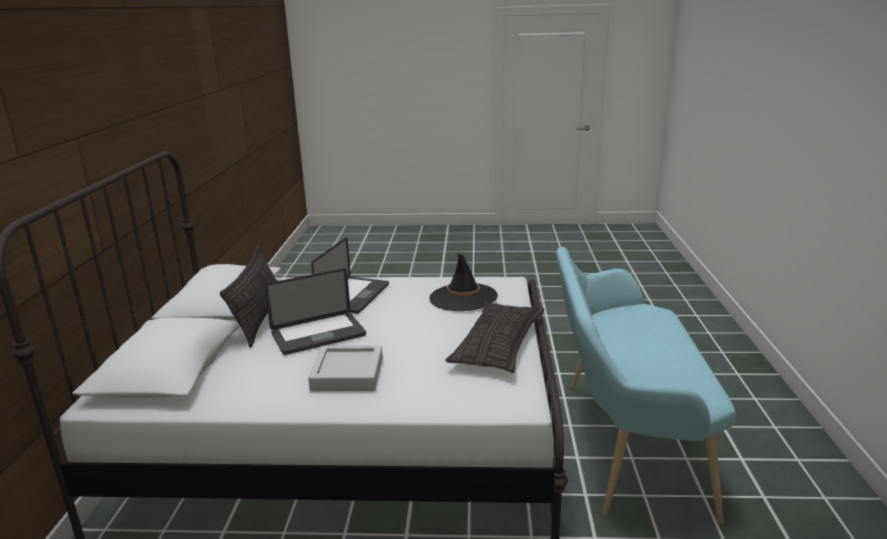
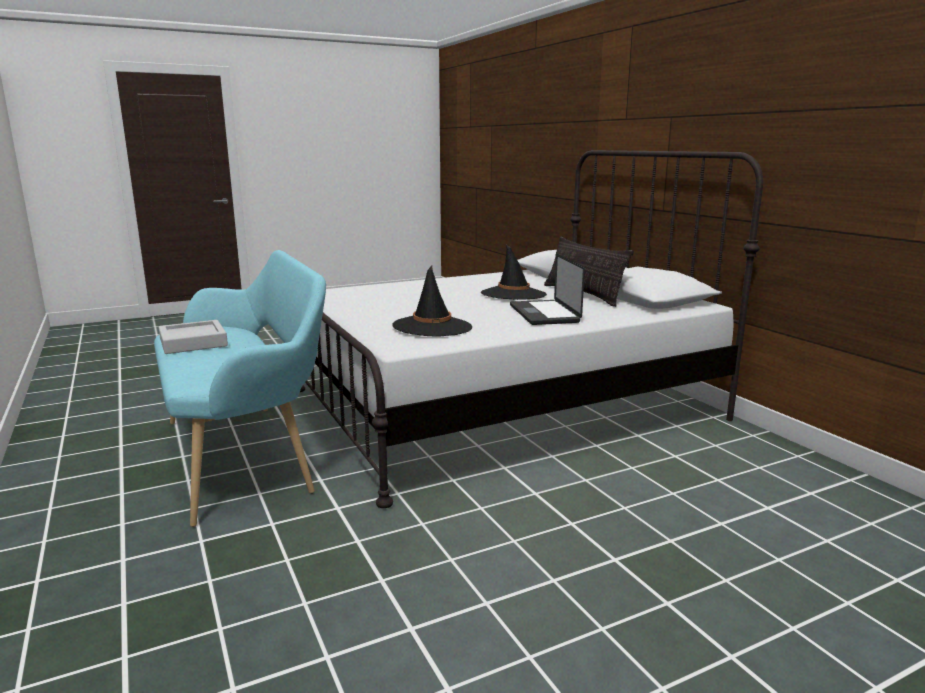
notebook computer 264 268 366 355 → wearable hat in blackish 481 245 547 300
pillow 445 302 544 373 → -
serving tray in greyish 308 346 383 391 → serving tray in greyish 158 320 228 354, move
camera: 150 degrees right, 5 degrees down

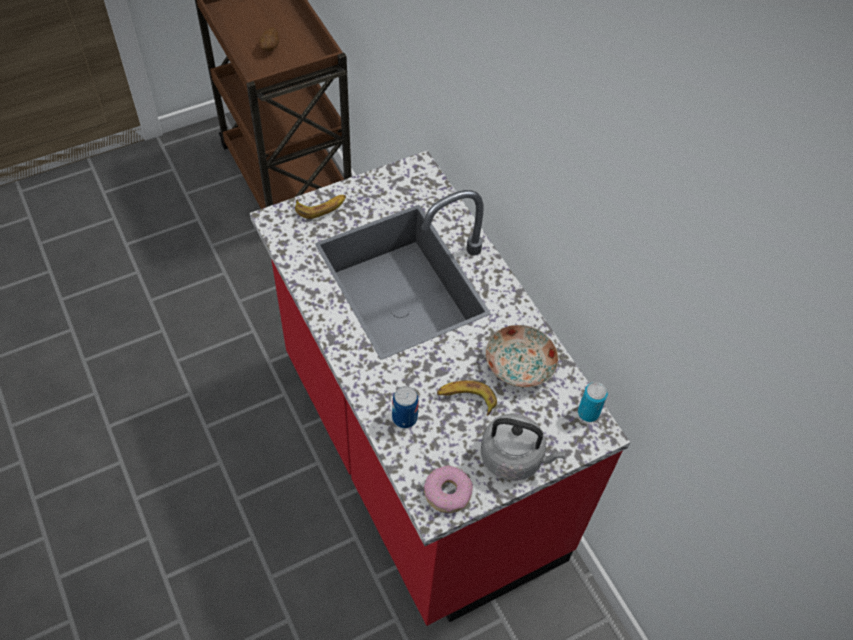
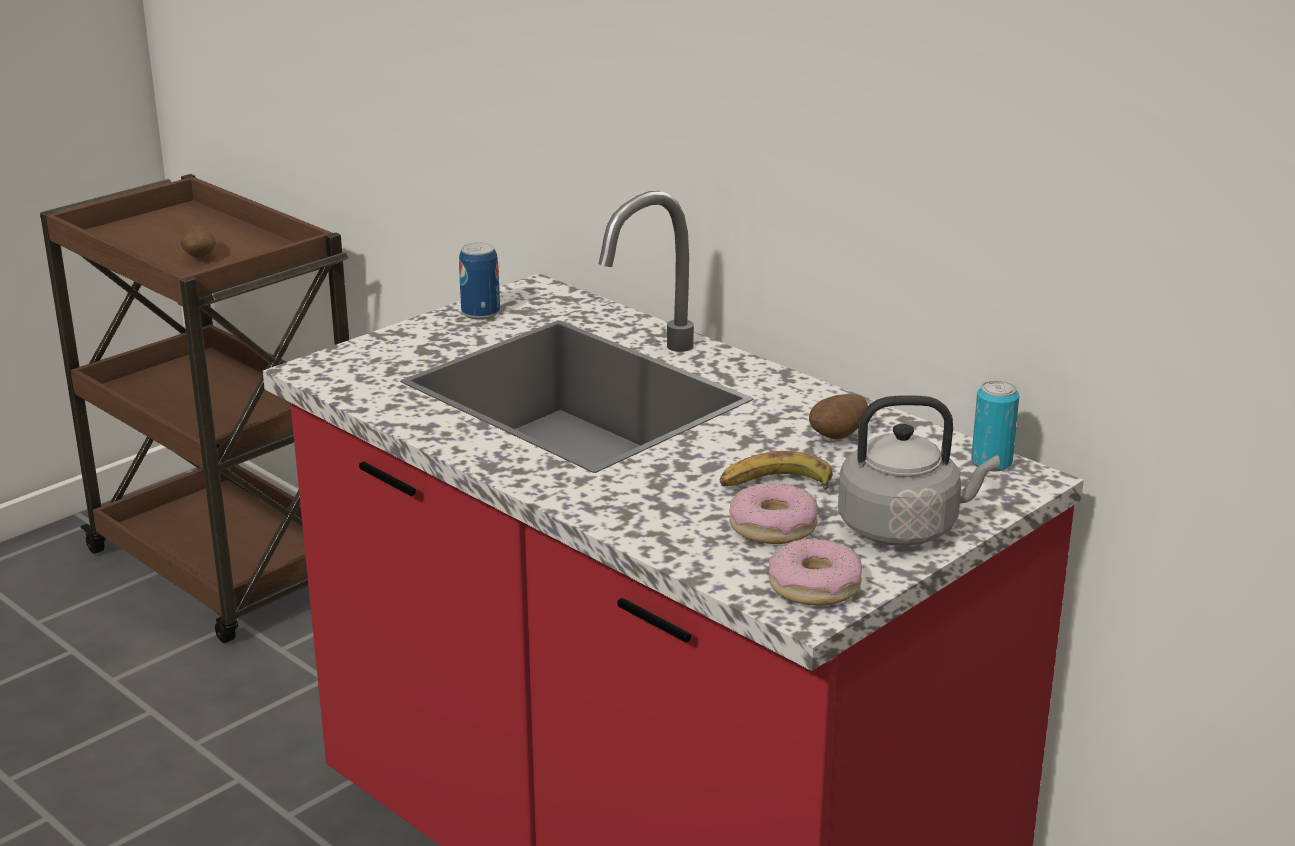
banana fruit 295 195 346 219 → -
flat dish 486 325 558 388 → whole potato 809 394 868 439
can 392 386 419 429 → can 459 242 500 320, move
- → ring doughnut 729 483 818 544
camera: 15 degrees left, 30 degrees down

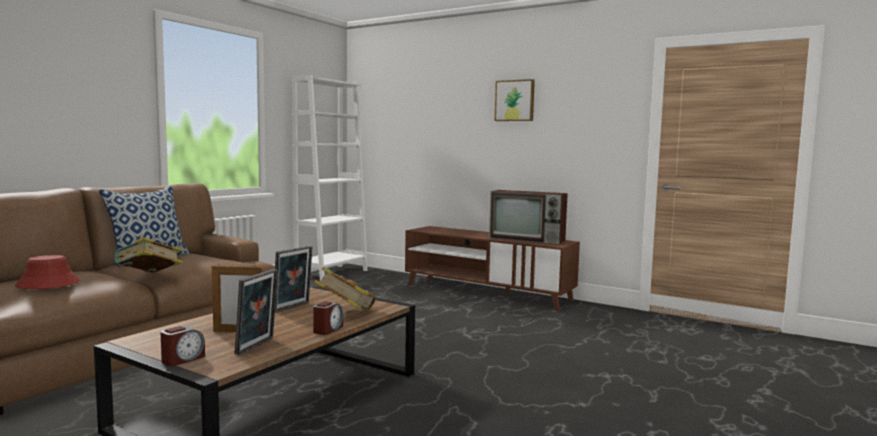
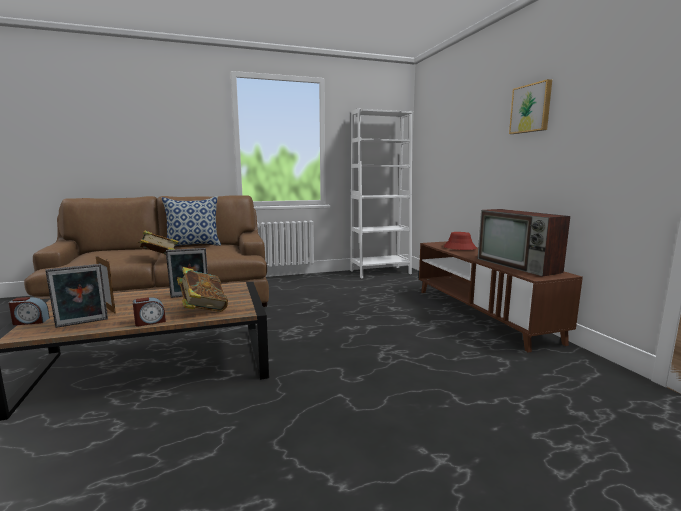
wearable hat in red 15 255 80 289 → wearable hat in red 444 232 477 250, move
camera: 40 degrees right, 5 degrees up

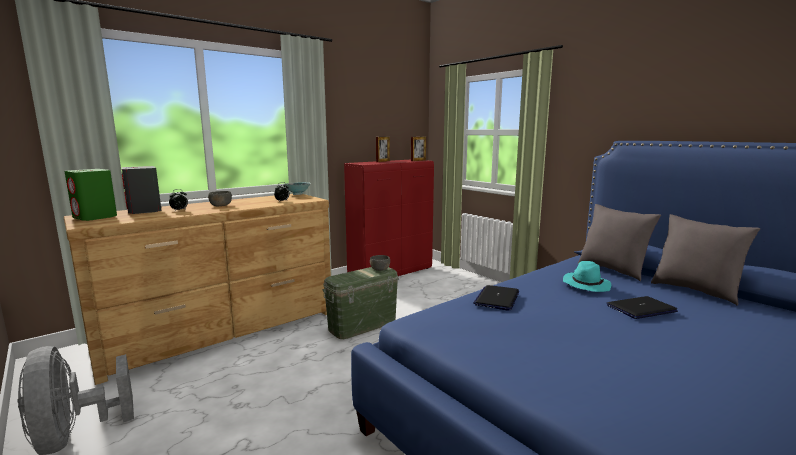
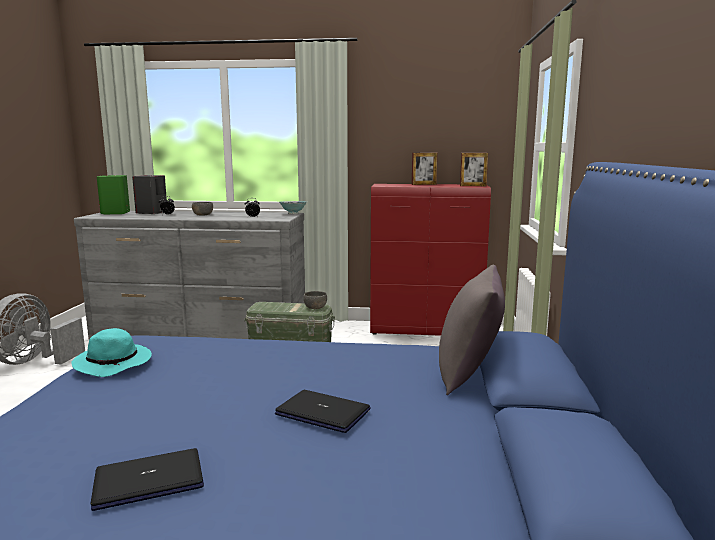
chest of drawers in brown 64 194 331 385 → chest of drawers in greyish 74 211 305 340
pillow in greyish 651 214 760 306 → -
wearable hat in turquoise 563 261 611 292 → wearable hat in turquoise 71 328 152 377, move
notebook computer 473 285 519 311 → notebook computer 91 448 204 511, move
camera: 45 degrees right, 0 degrees up

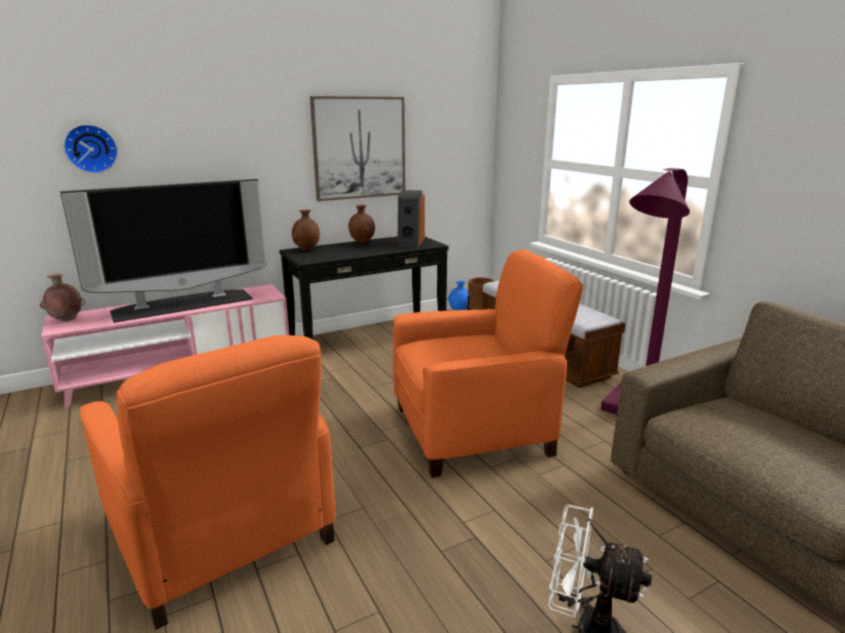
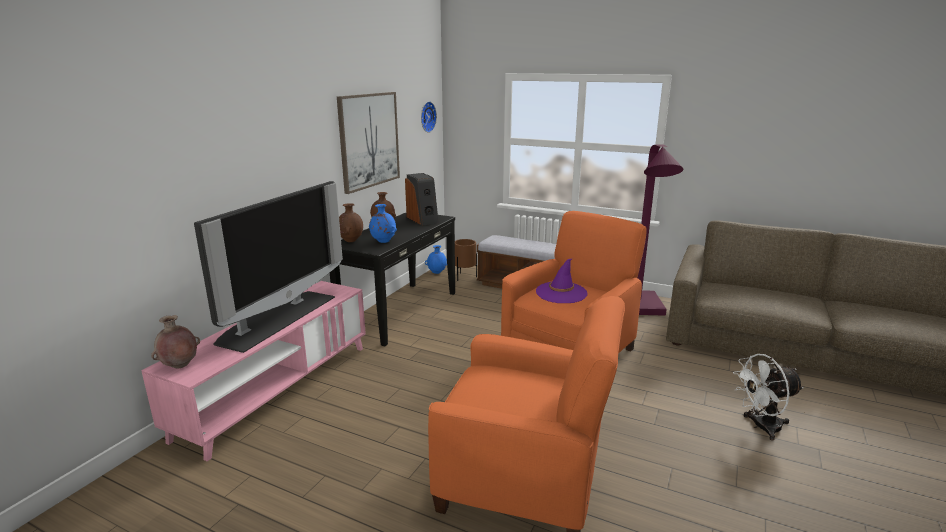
hanging clock 63 124 118 173 → hanging clock 421 101 437 133, move
- → decorative vase in blue-coloured 369 204 397 243
- → wearable hat in purple 536 259 588 303
camera: 35 degrees left, 0 degrees up

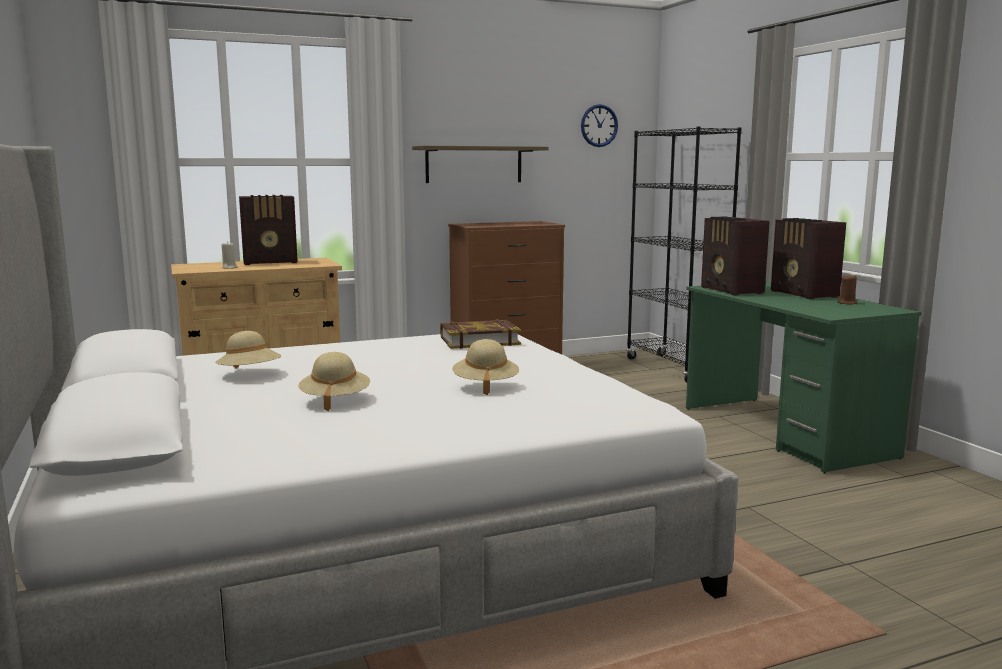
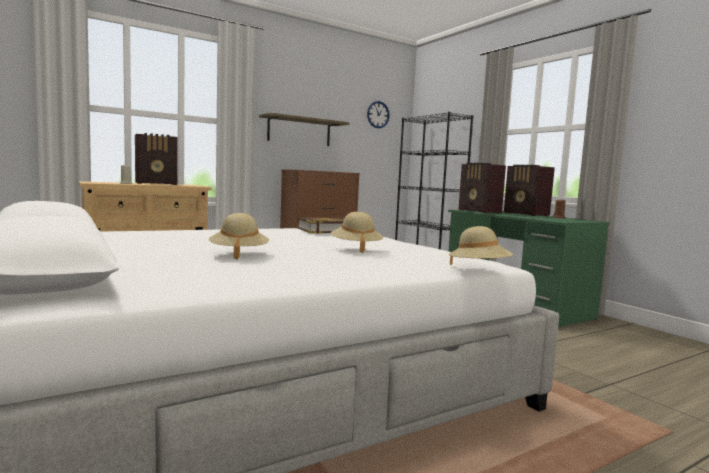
wearable hat in beige 215 331 282 369 → wearable hat in beige 449 226 514 266, move
camera: 10 degrees left, 5 degrees down

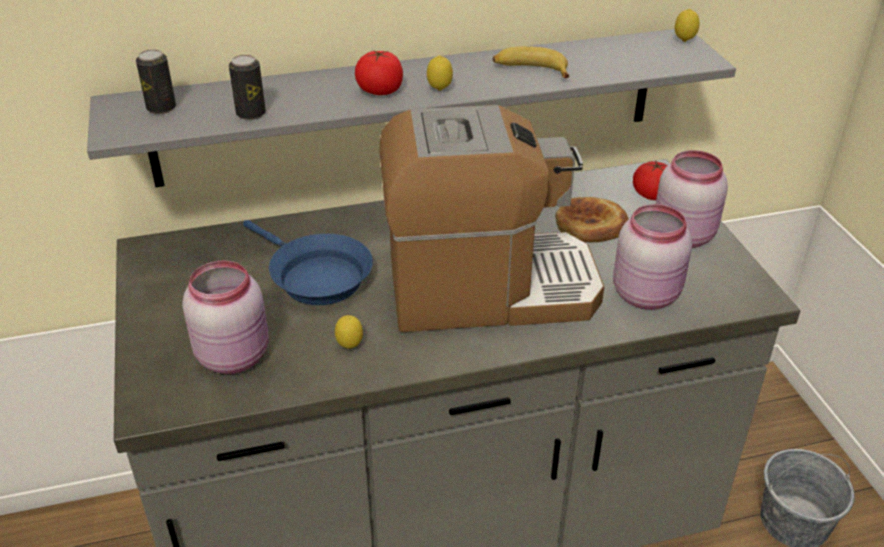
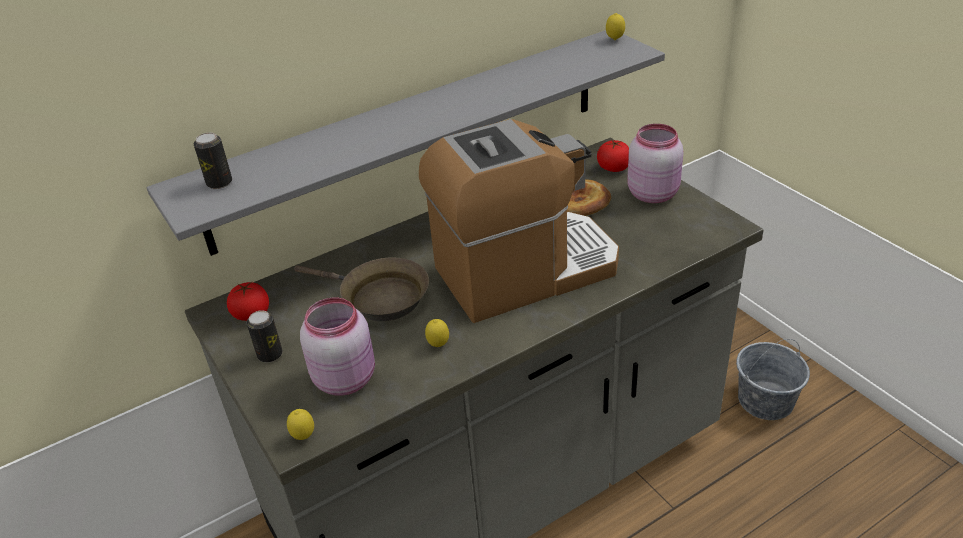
banana fruit 493 46 569 78 → -
fresh tomato 355 50 403 95 → fresh tomato 227 282 269 321, move
can 229 55 266 120 → can 247 310 283 363, move
whole lemon 427 55 453 91 → whole lemon 287 409 314 440, move
preserve jar in pink 613 204 692 310 → -
frying pan in blue-coloured 243 220 373 305 → frying pan in brown 294 258 429 321
camera: 15 degrees left, 0 degrees up

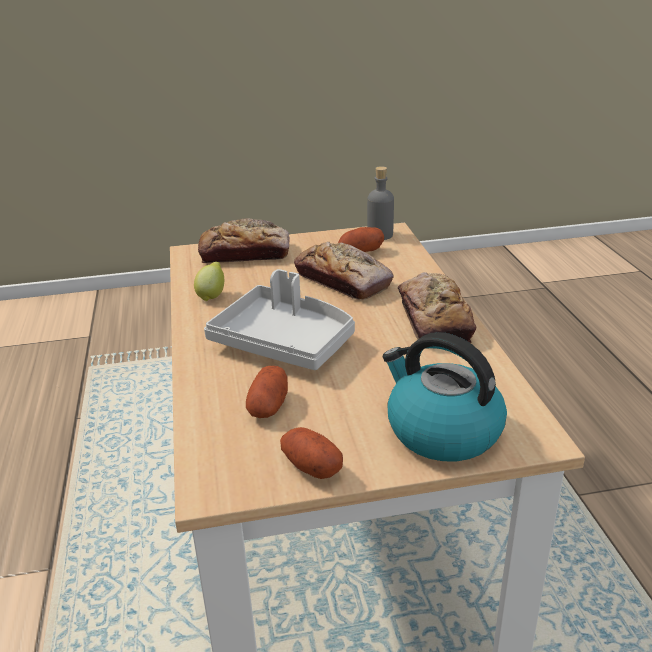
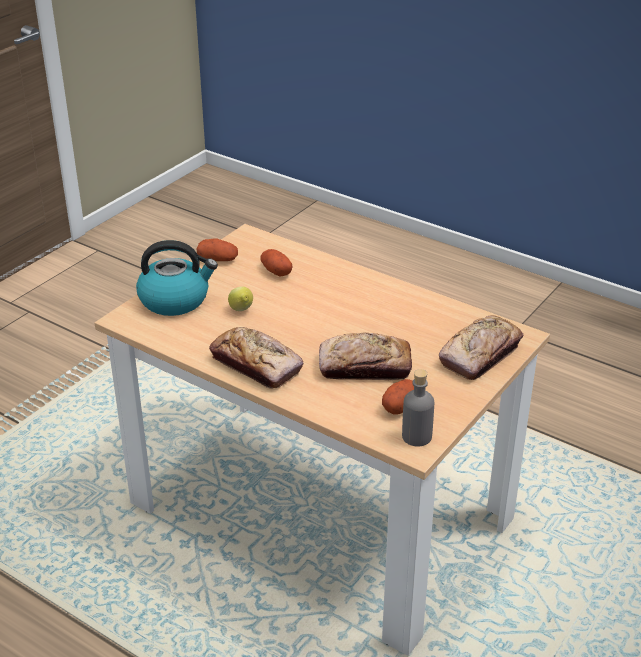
whole lemon 194 262 224 301 → whole lemon 228 286 253 311, move
serving tray in greyish 204 269 355 370 → -
camera: 135 degrees right, 5 degrees up

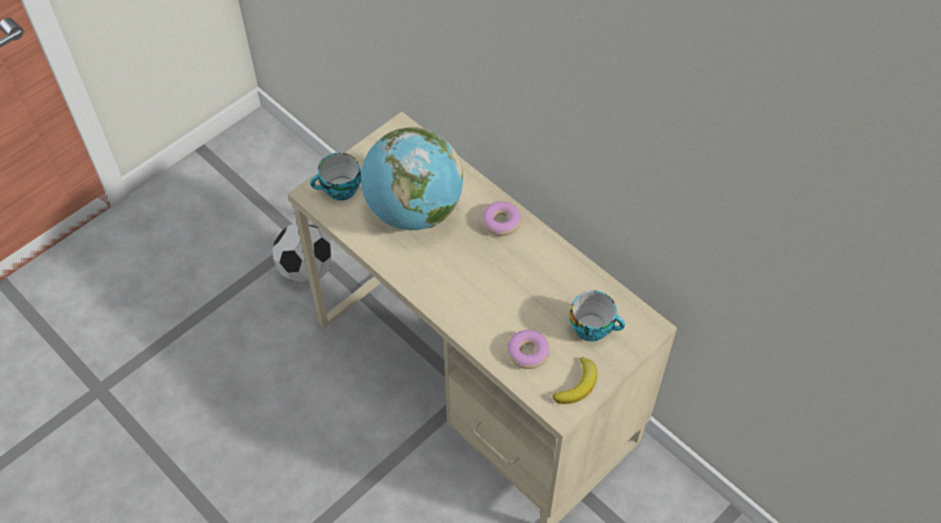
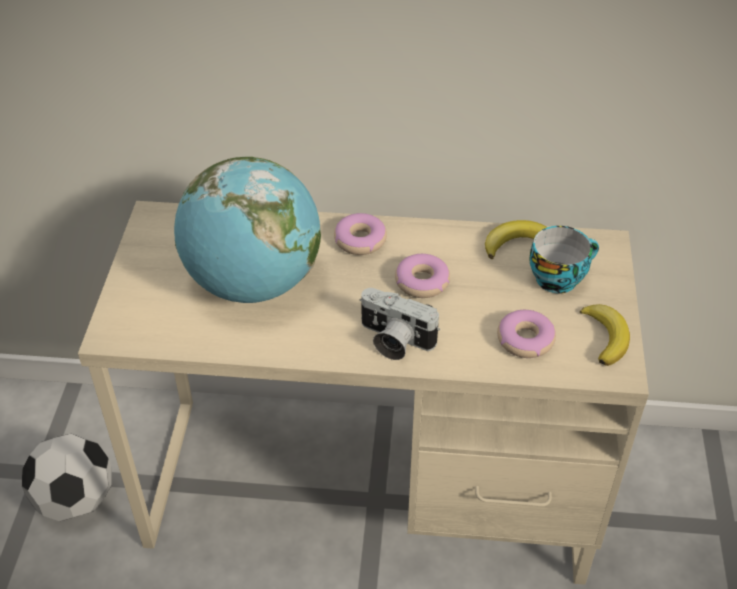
cup 310 153 361 201 → -
- → banana fruit 485 220 547 259
- → ring doughnut 395 254 450 298
- → photo camera 359 288 440 360
camera: 40 degrees left, 10 degrees down

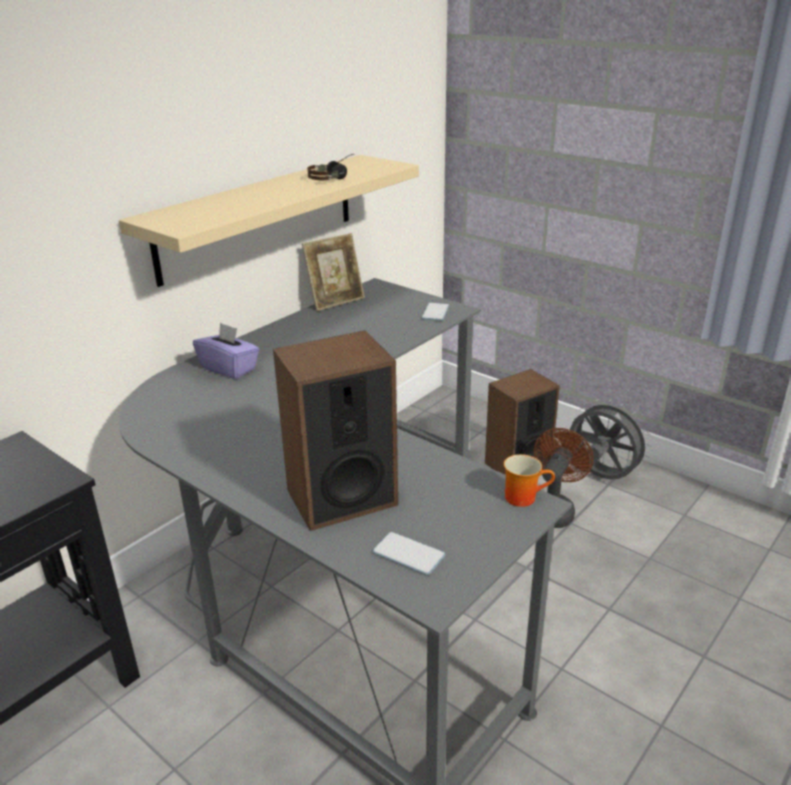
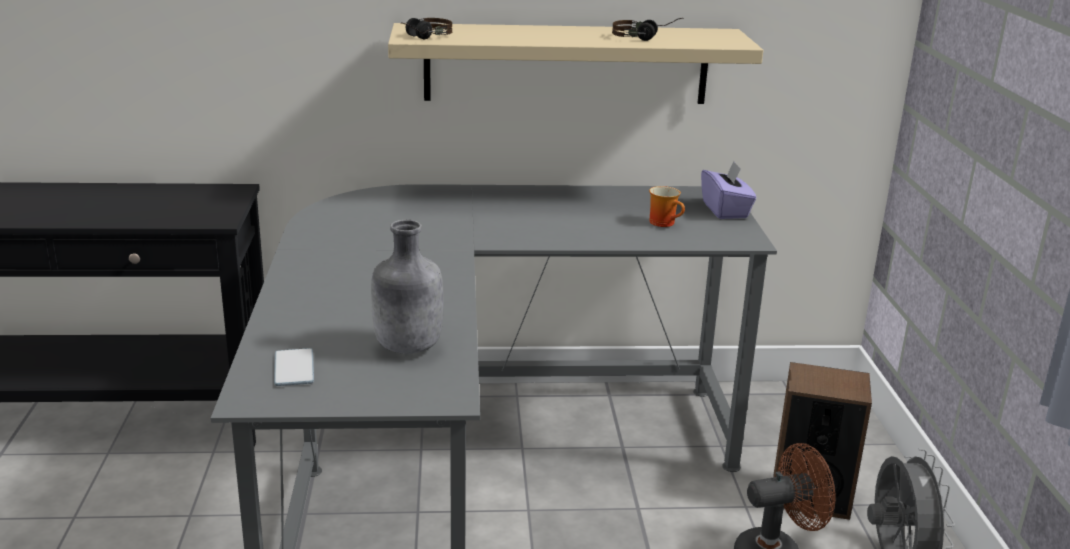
photo frame 302 233 365 311 → -
handset 421 303 449 321 → -
tissue box in purple 193 322 260 379 → tissue box in purple 701 161 757 219, move
audio speaker 273 330 398 531 → -
coffee mug 504 454 555 507 → coffee mug 649 186 685 227, move
- → headphones 402 18 452 39
- → beverage bottle in greyish 371 220 444 354
camera: 45 degrees right, 5 degrees down

